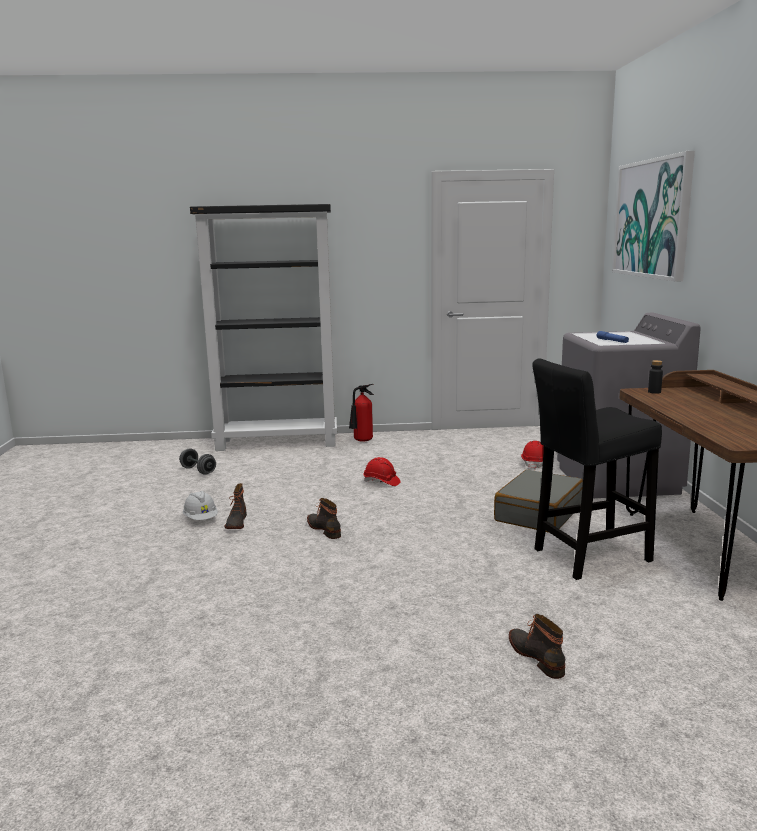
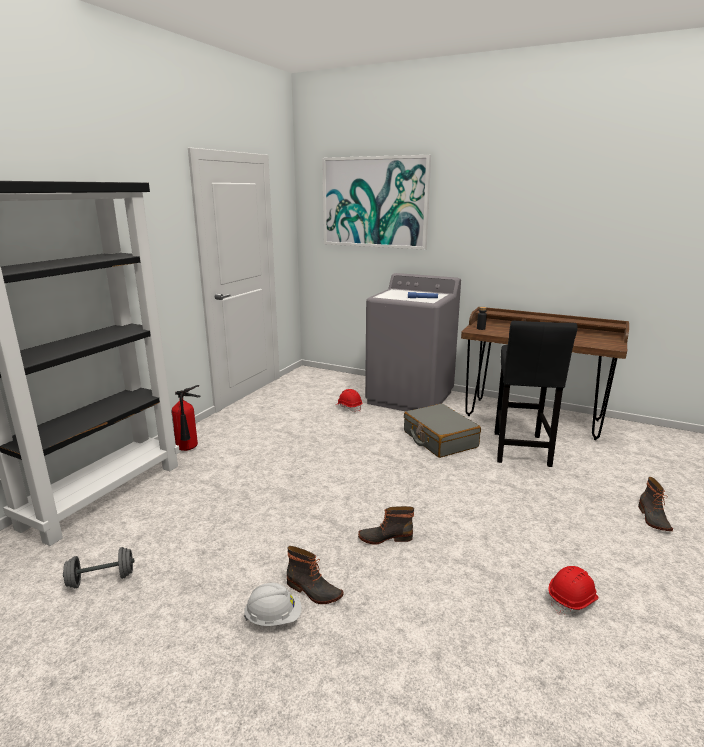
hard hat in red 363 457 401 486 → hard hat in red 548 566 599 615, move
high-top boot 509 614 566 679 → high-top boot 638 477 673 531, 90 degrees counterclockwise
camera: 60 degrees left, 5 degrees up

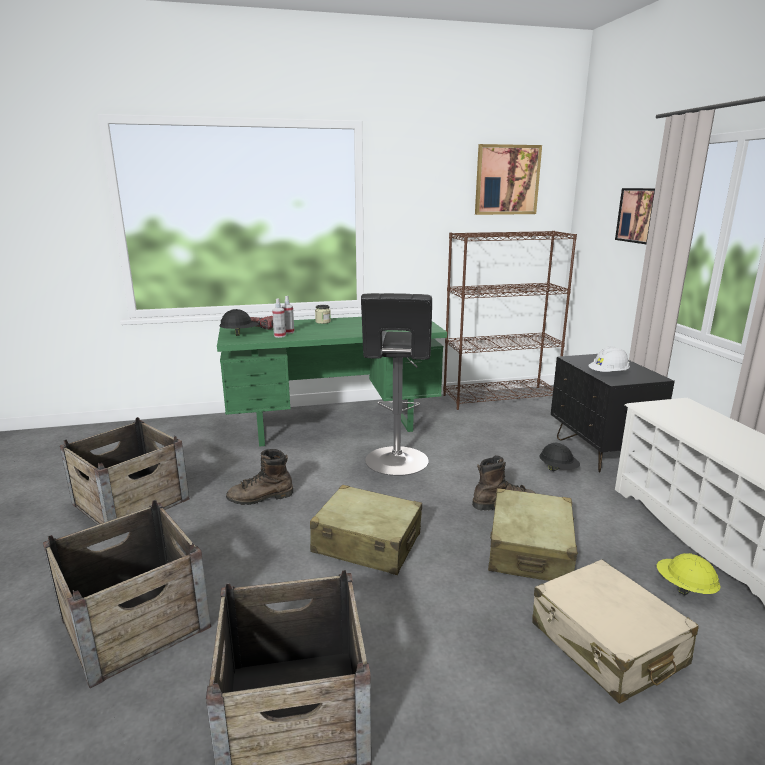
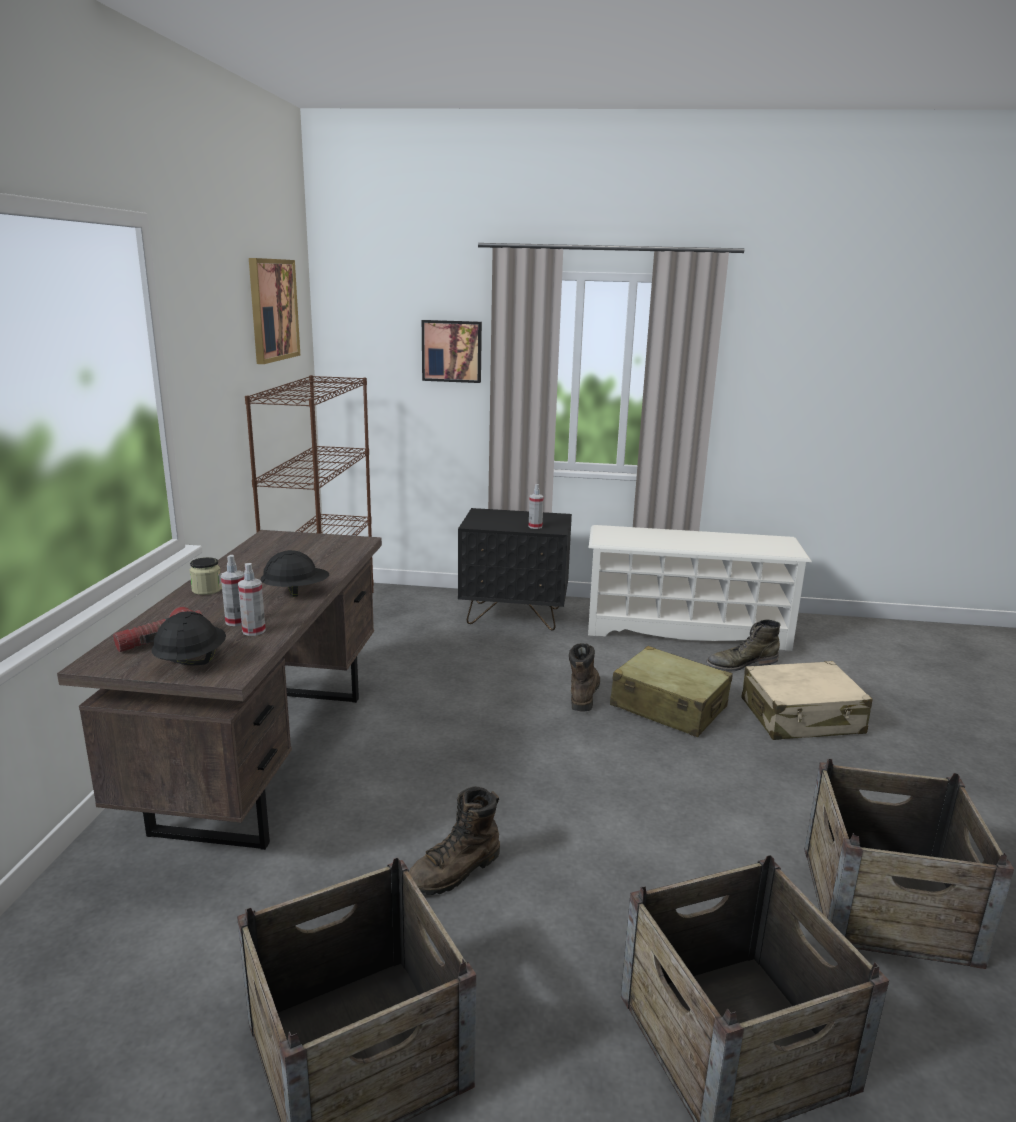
sitting stool in blackish 361 293 432 476 → -
desk table in greenish 217 317 447 447 → desk table in brown 57 530 382 850
hard hat in whitish 589 346 630 372 → sprayer 529 484 544 529
hard hat in blackish 539 443 580 471 → hard hat in blackish 261 550 329 597, move
high-top boot in brown 226 449 293 505 → high-top boot in brown 409 786 500 895, 45 degrees clockwise
suitcase in beige 310 485 422 575 → -
hard hat in yellowish 657 553 721 596 → high-top boot in greenish 706 619 780 671
camera: 70 degrees left, 0 degrees up

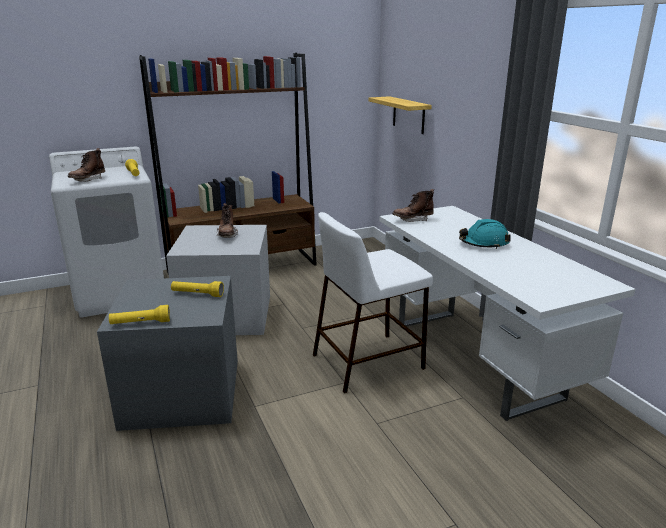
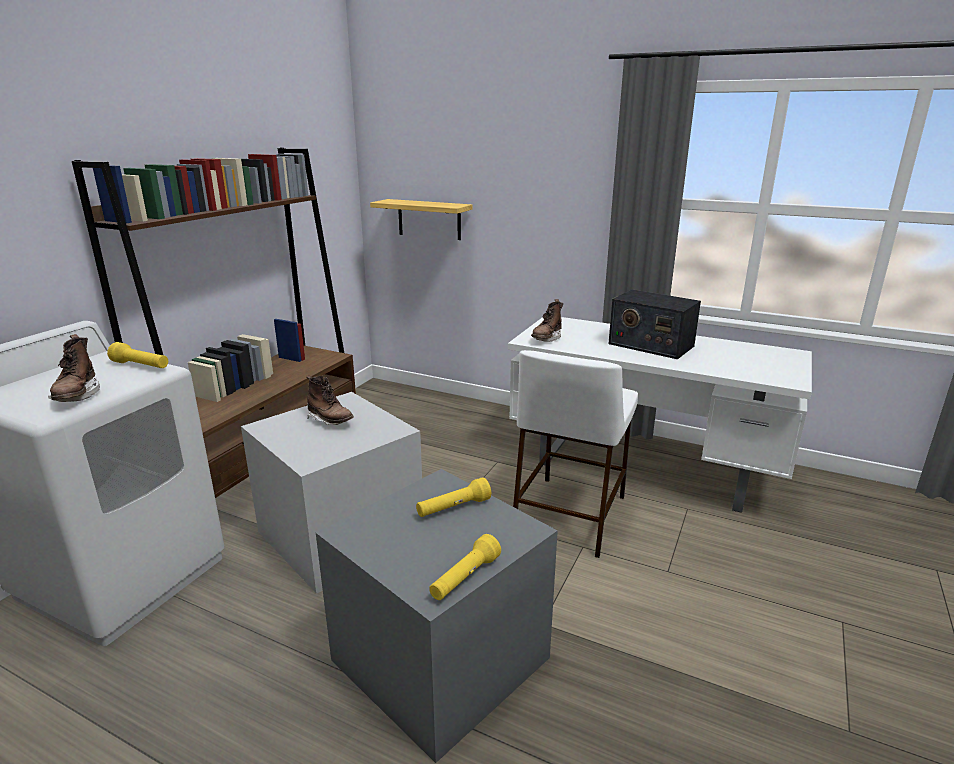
hard hat in turquoise 459 219 511 249 → radio 608 289 701 359
camera: 40 degrees left, 0 degrees up

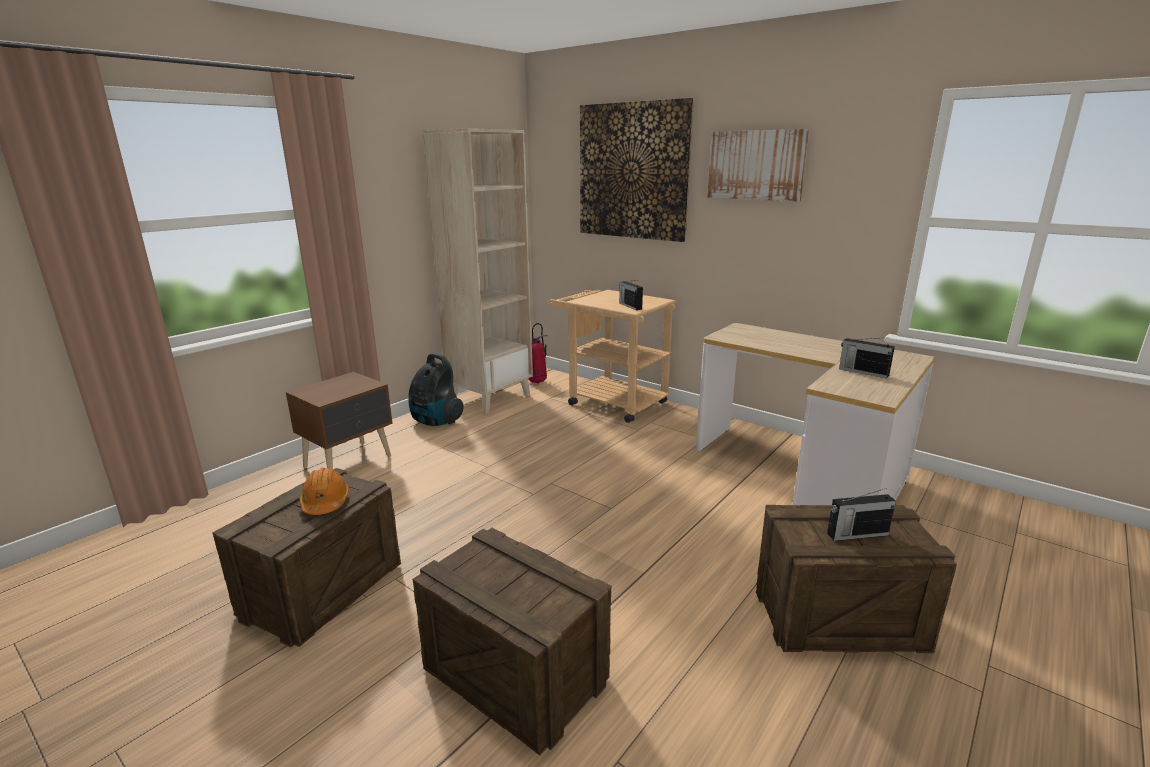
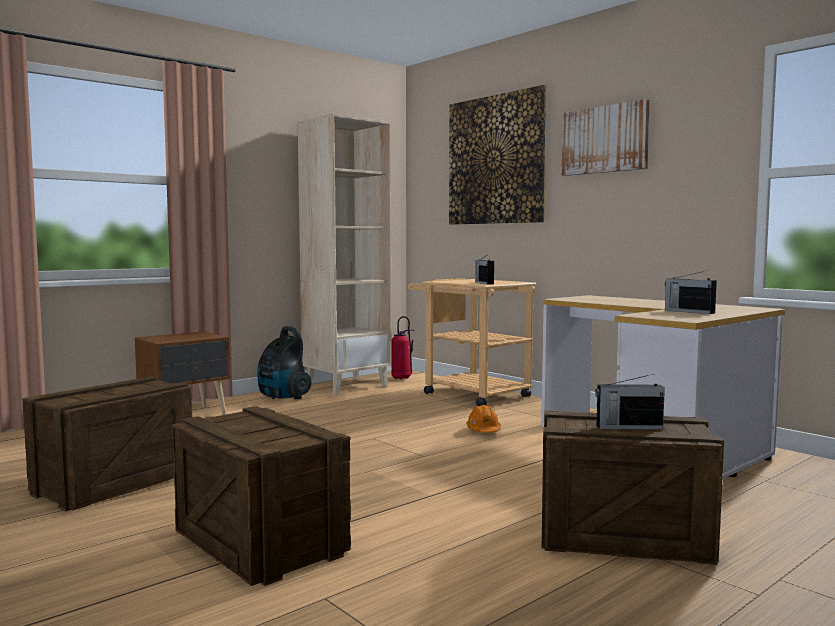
hard hat in orangey 299 468 349 515 → hard hat in orangey 466 405 501 433, move
camera: 10 degrees right, 15 degrees down

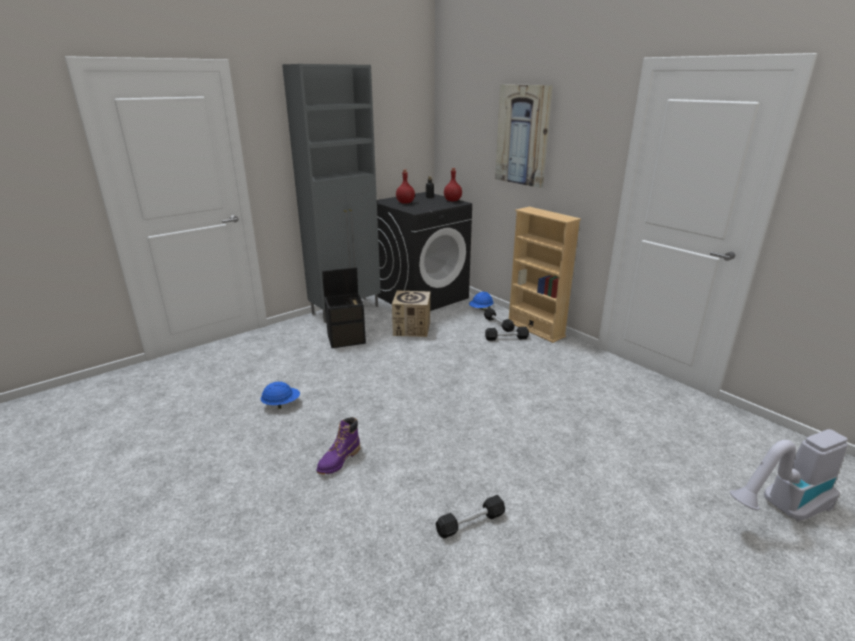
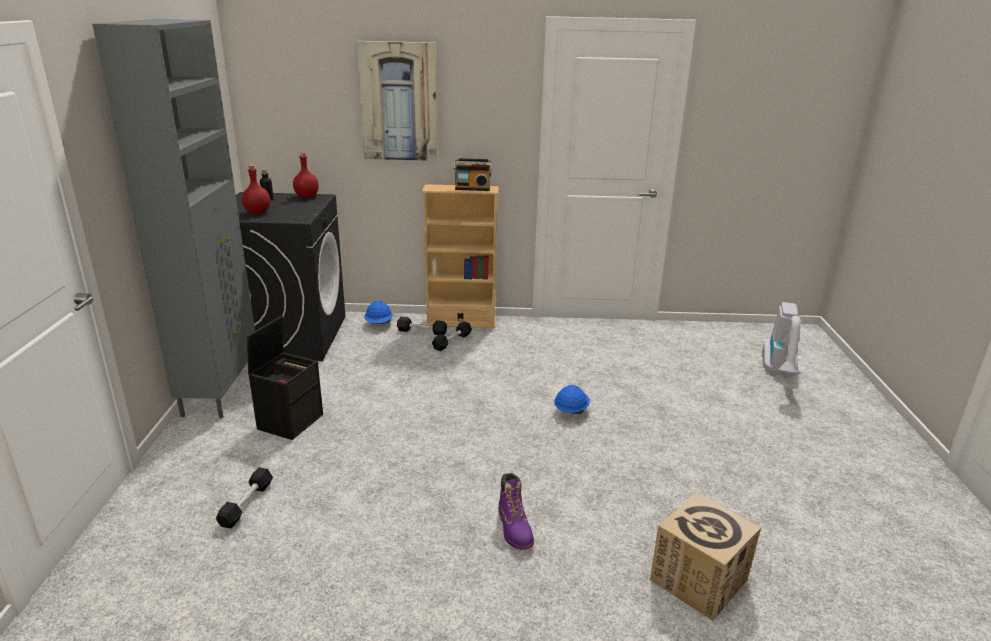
carton 392 290 430 337 → carton 650 493 761 621, move
hard hat in blue-coloured 261 382 300 409 → hard hat in blue-coloured 554 385 590 414, move
hand weight in blackish 436 495 505 538 → hand weight in blackish 216 467 273 528, move
- → radio 453 158 492 191
camera: 50 degrees left, 0 degrees up

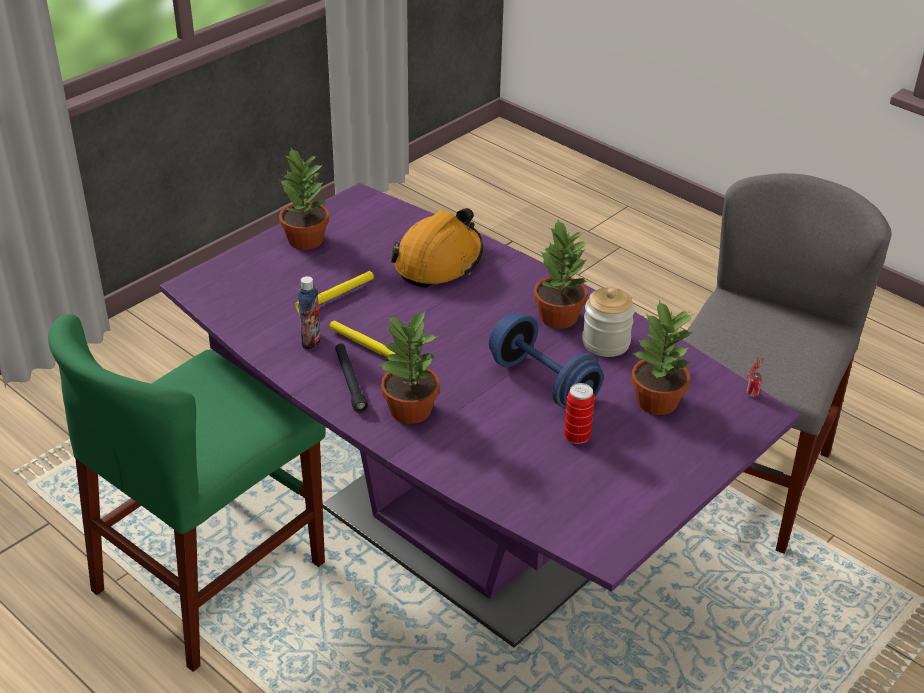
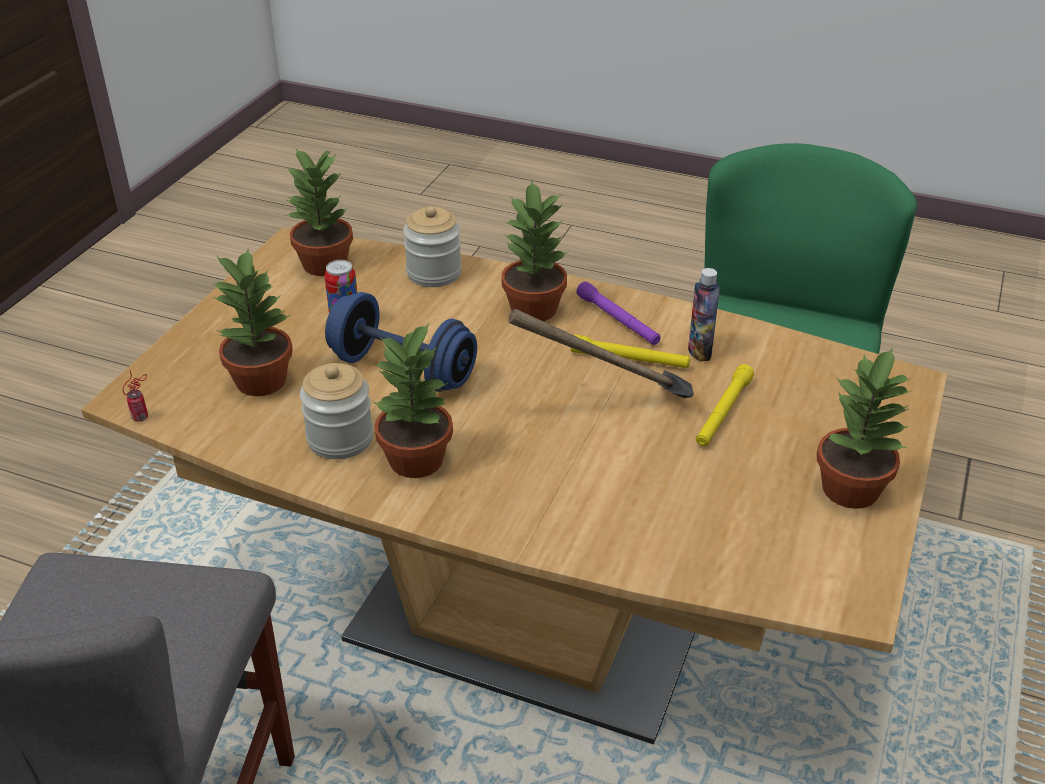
dinner table in purple 160 183 800 648 → dinner table in brown 81 228 947 745
hard hat in orangey 391 208 483 288 → -
torch in blackish 335 343 368 413 → torch in purple 576 281 661 345
- → potted plant 285 149 353 276
- → preserve jar 403 206 462 287
- → hand hammer 508 309 694 398
camera: 160 degrees right, 0 degrees up

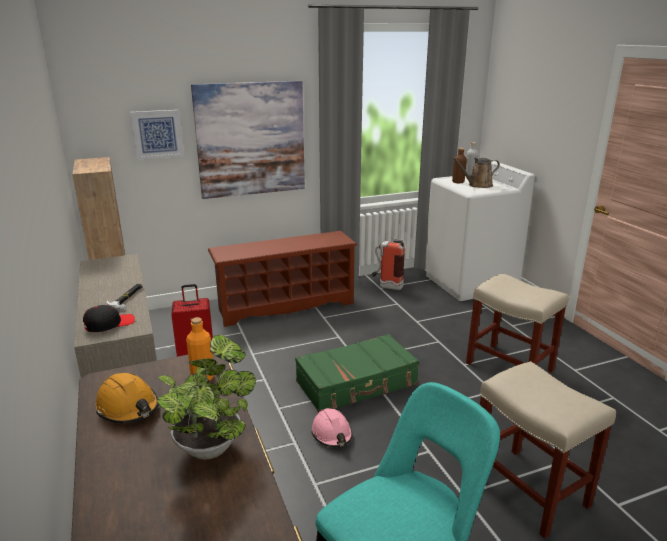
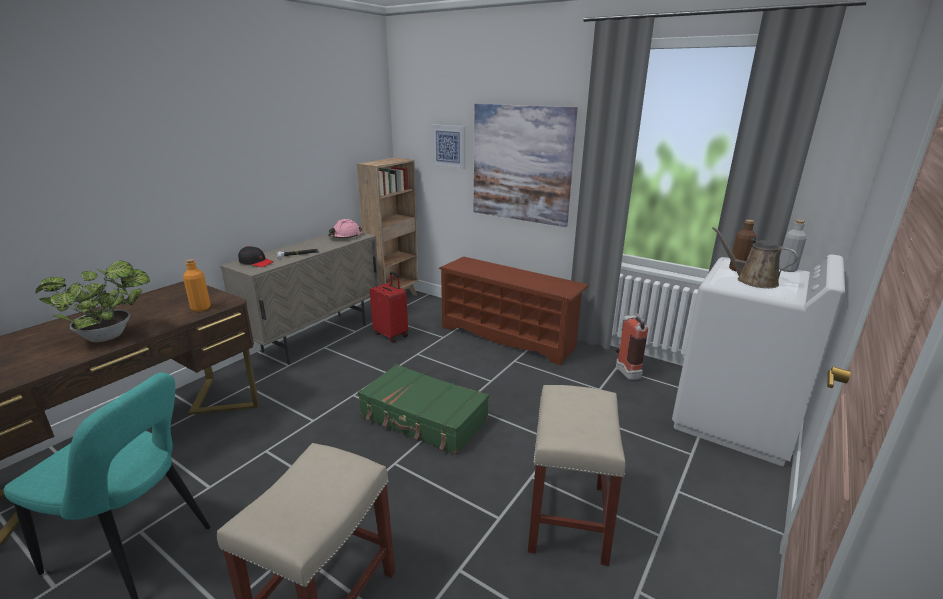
hard hat in orangey 96 373 159 424 → -
hard hat in pink 311 408 353 447 → hard hat in pink 328 219 362 238, move
camera: 55 degrees right, 0 degrees up

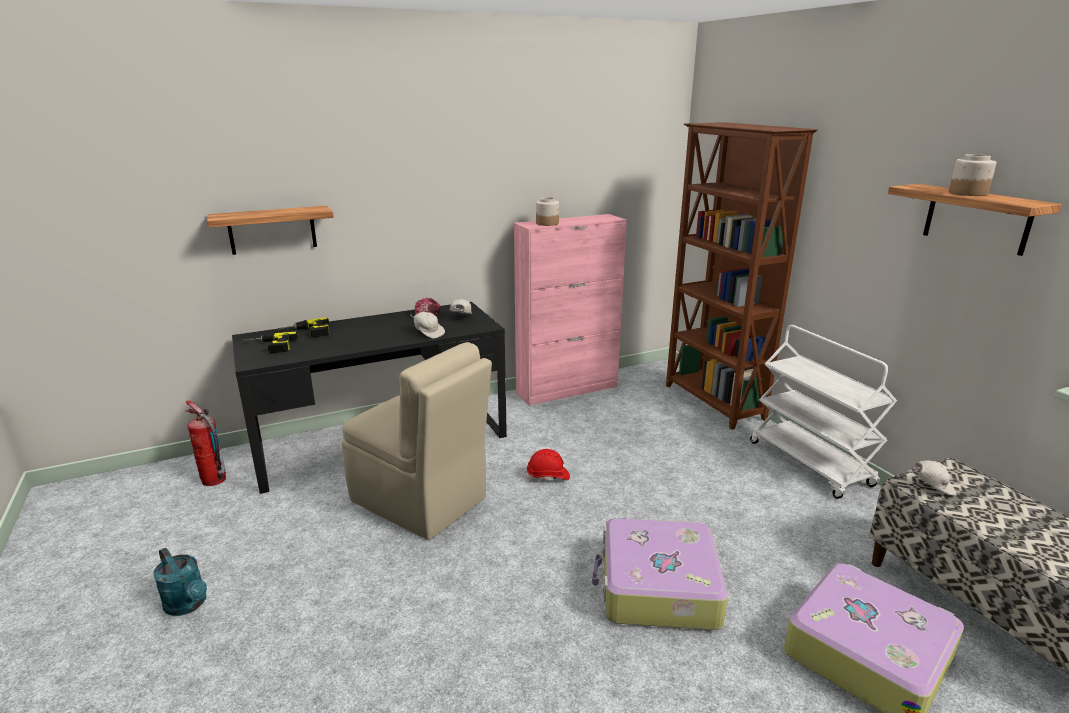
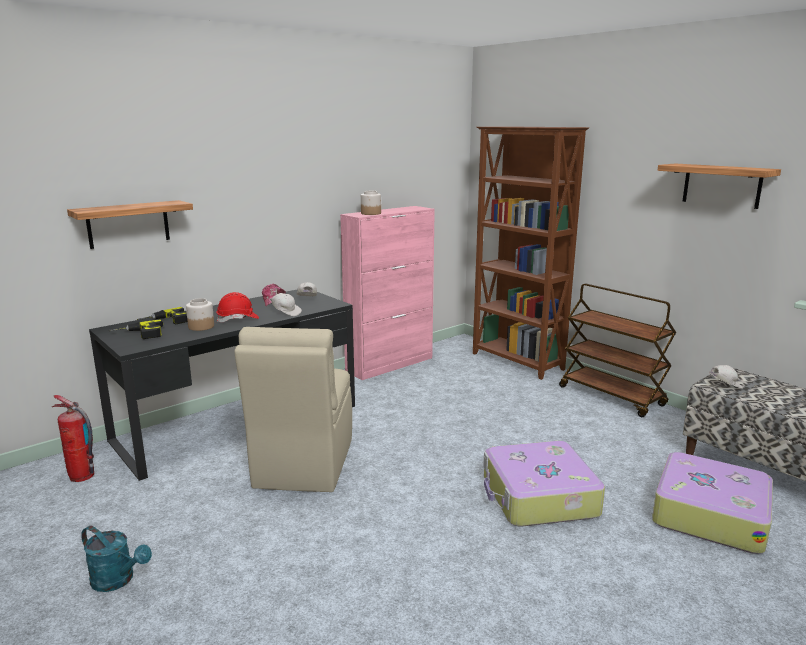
preserve jar 949 154 996 196 → preserve jar 186 298 214 331, move
trolley in whitish 750 325 897 499 → trolley in brown 559 284 676 417
upright chair in beige 342 342 492 540 → upright chair in beige 234 327 352 492, 75 degrees clockwise
hard hat in red 526 449 570 481 → hard hat in red 216 292 259 322, move
camera: 15 degrees left, 5 degrees down

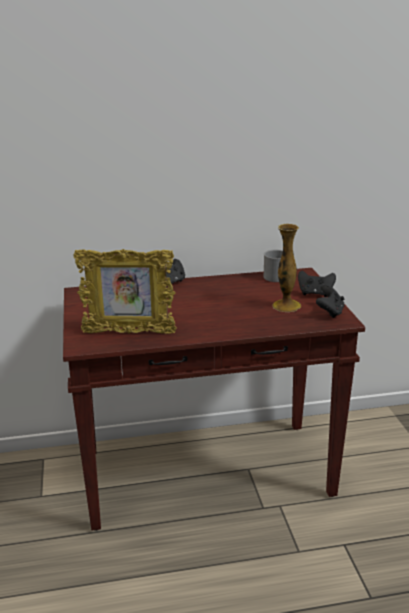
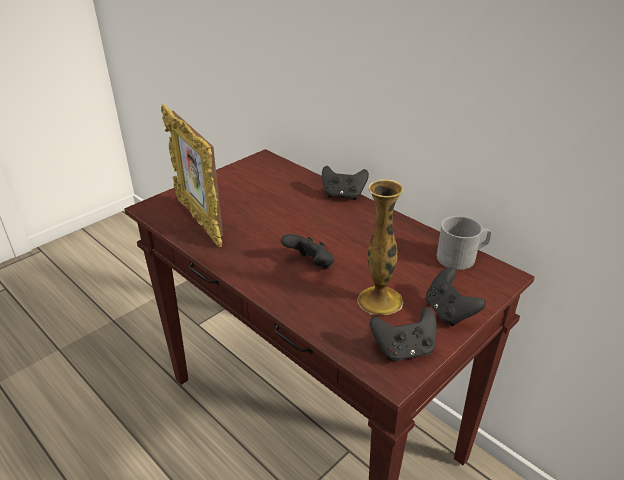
- → joypad in blackish 281 234 334 269
camera: 55 degrees right, 10 degrees up

